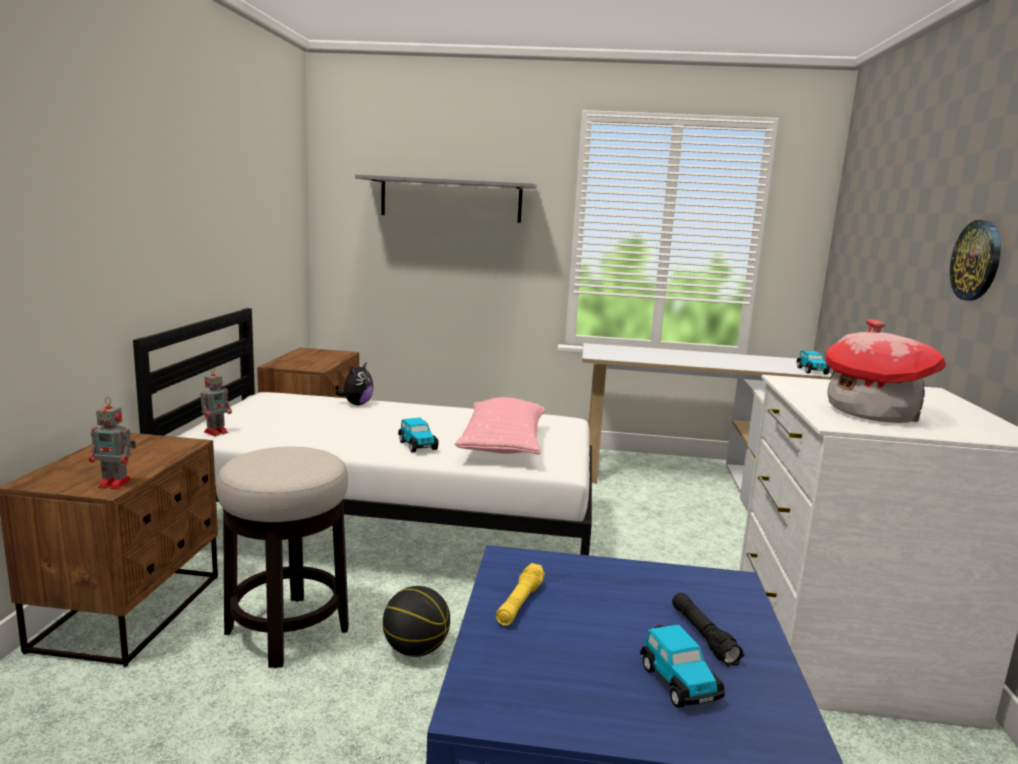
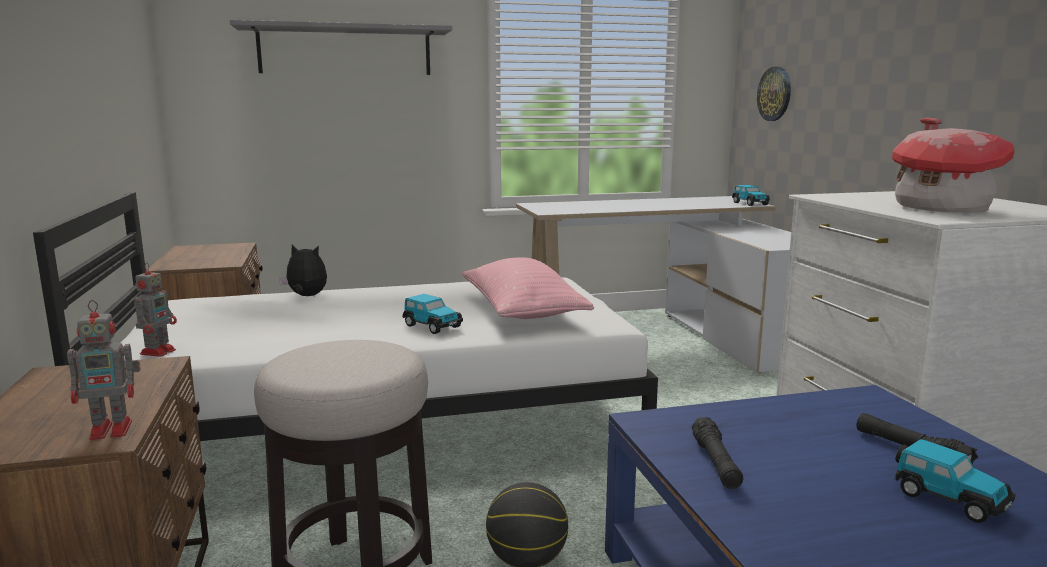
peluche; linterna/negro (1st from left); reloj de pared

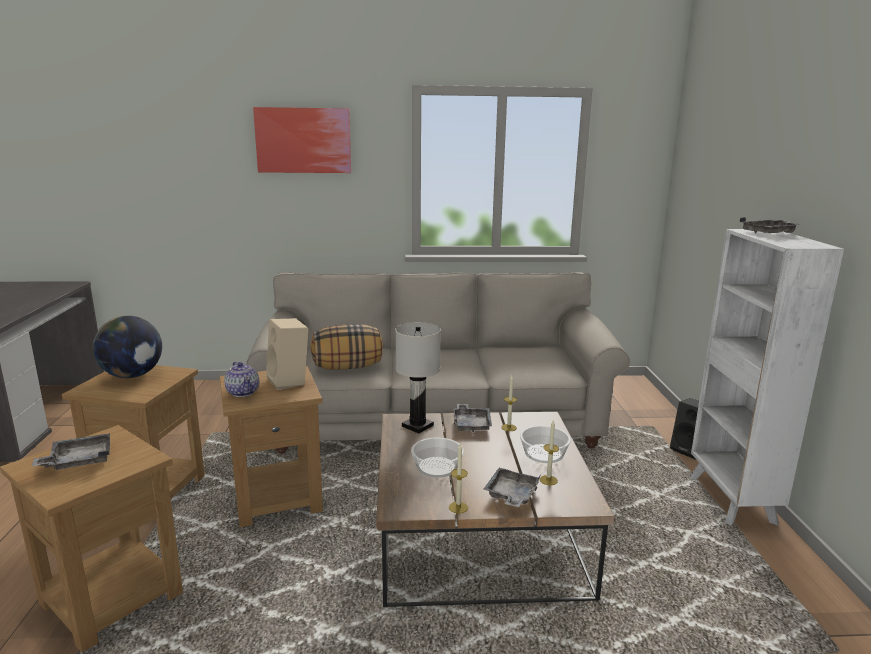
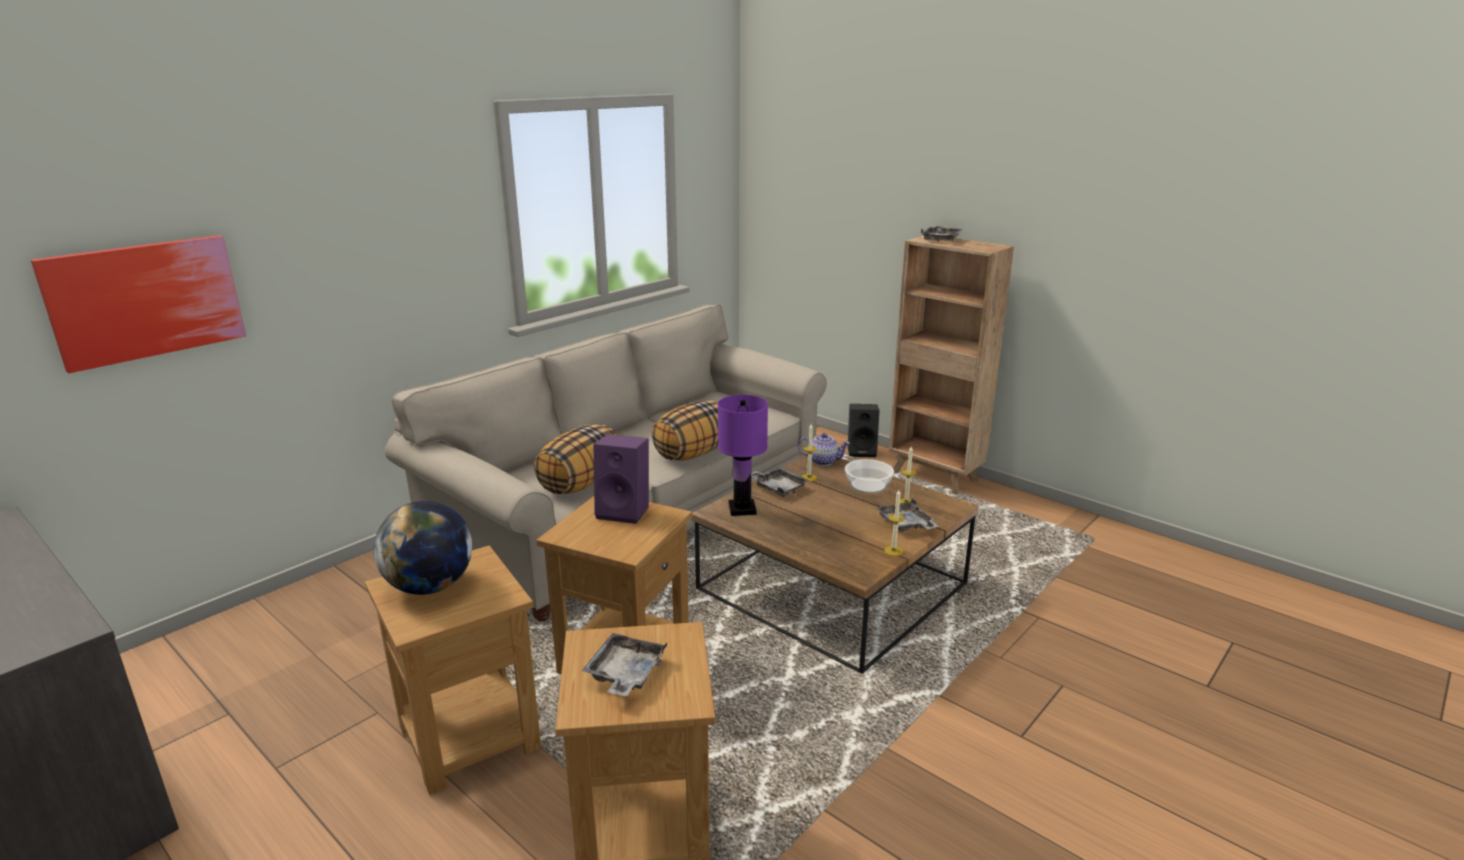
cuadro; altavoz/morado; cojín (2nd from left); lámpara de mesa/morado; tetera; estantería/marrón; cuenco (1st from left in the first image)

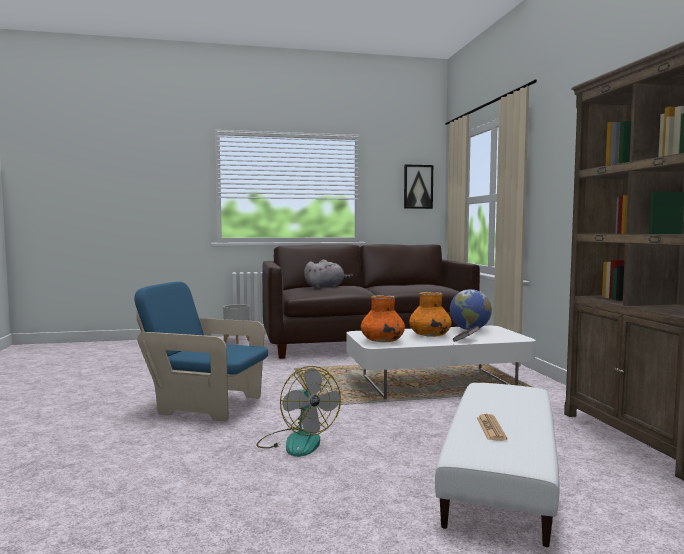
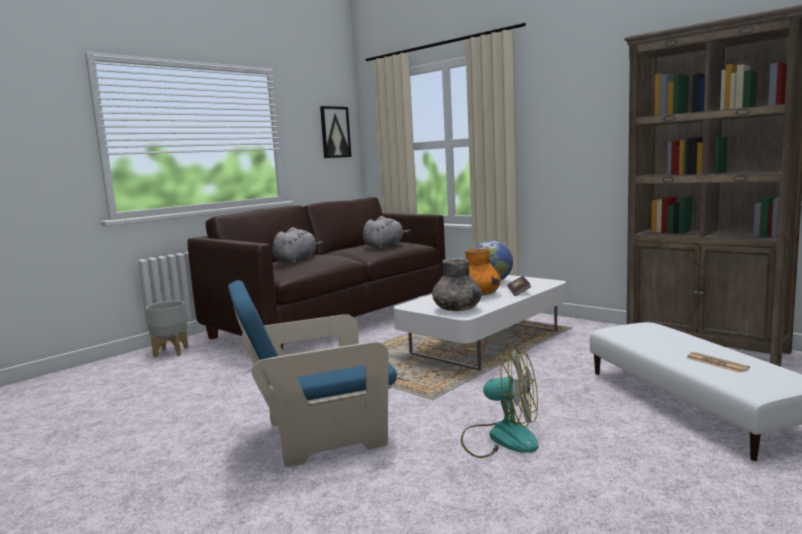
peluche/gris (2nd from left); florero/gris

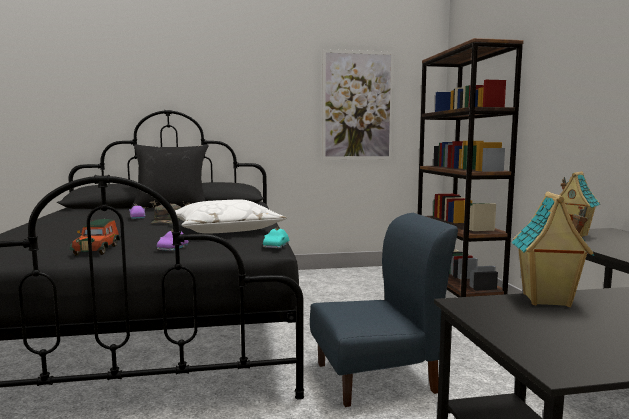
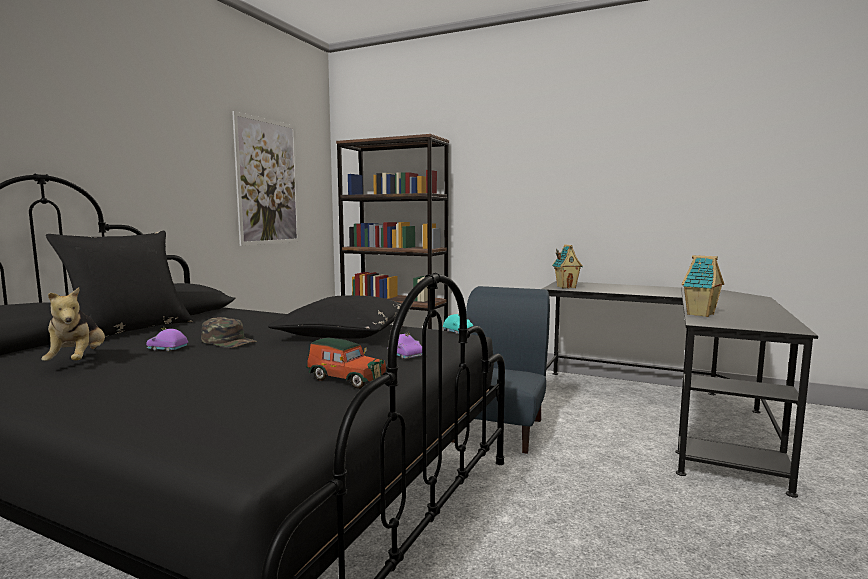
peluche; cojín/negro (2nd from left)

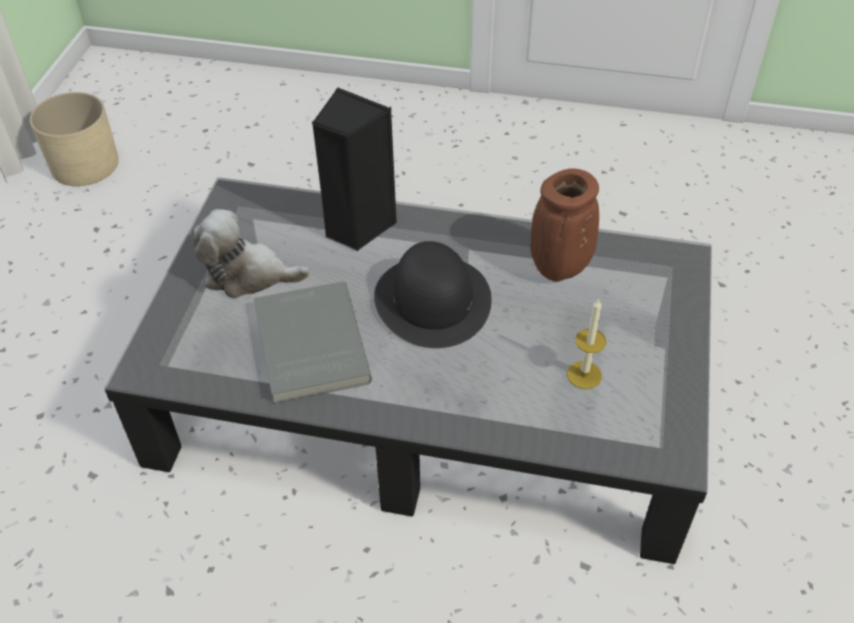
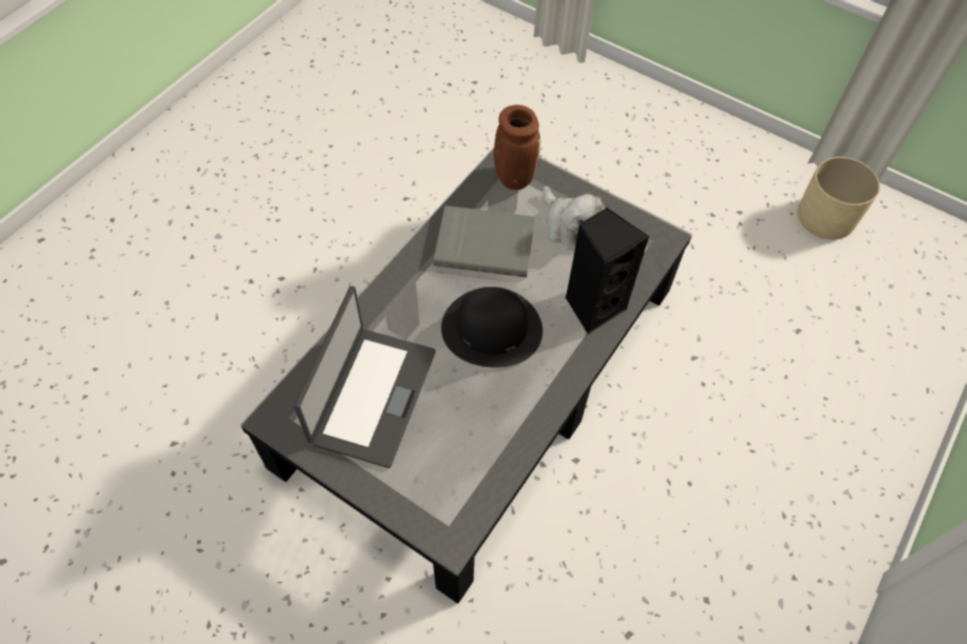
portátil; florero/marrón; peluche

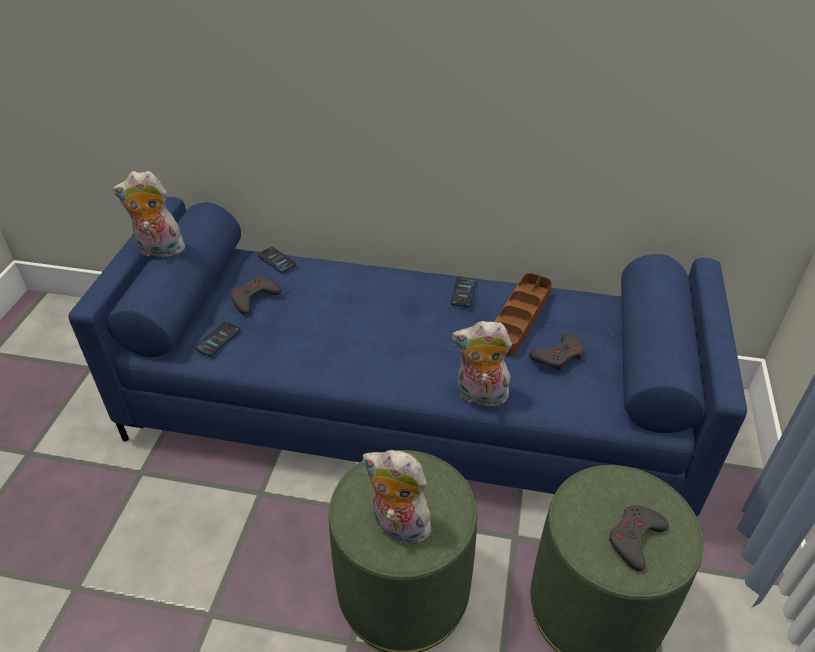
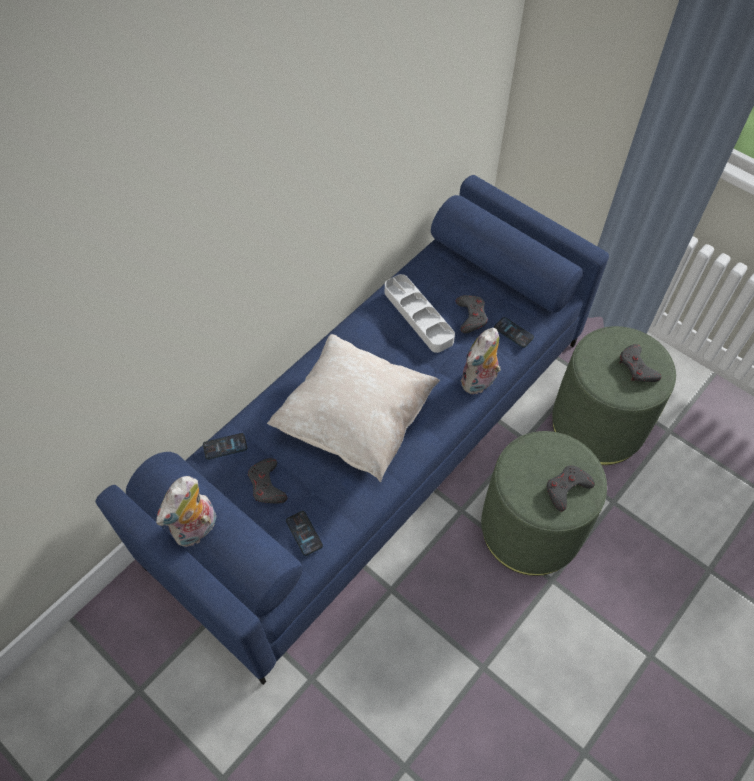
cojín/beis; bandeja/gris; móvil (3rd from left); mando de consola/gris (3rd from left)

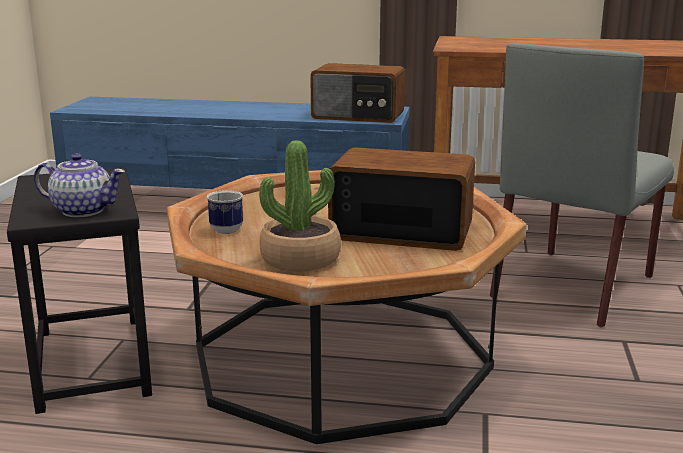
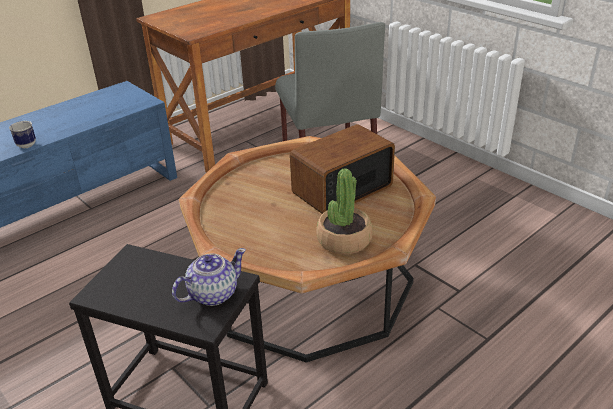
taza grande; radio (1st from left in the first image)

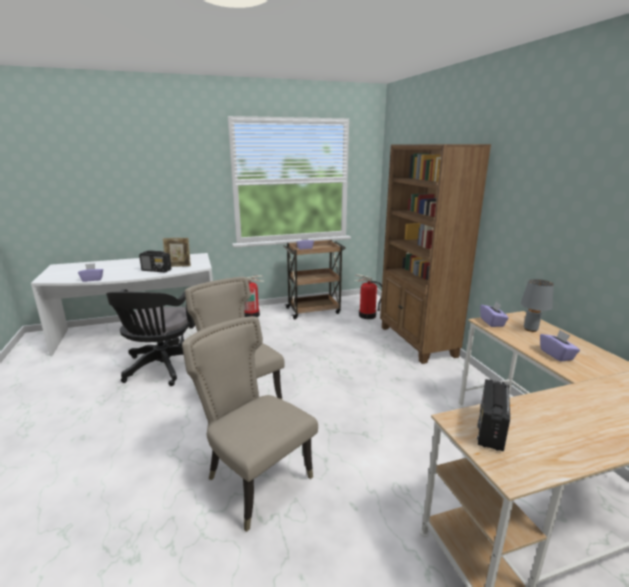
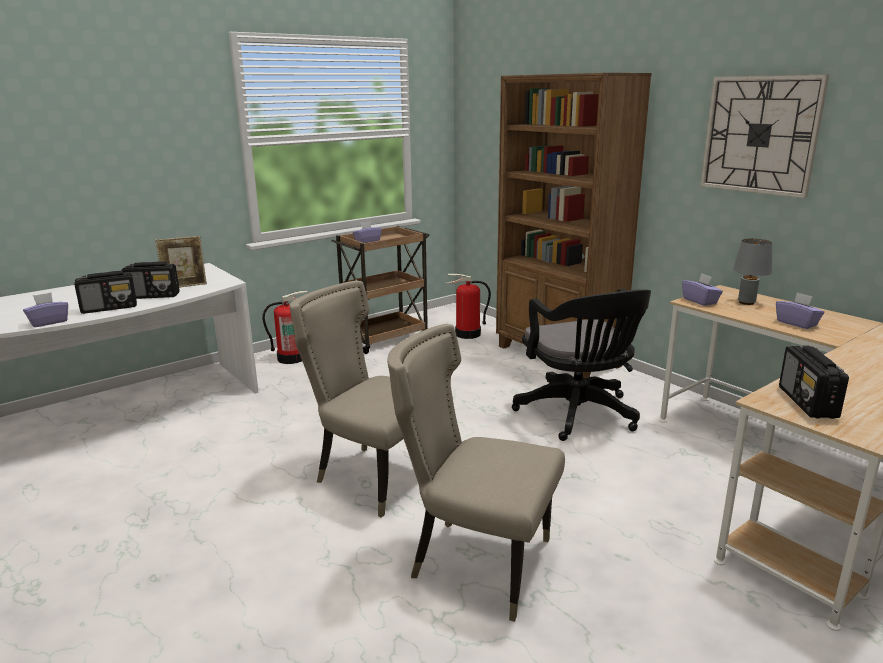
radio (1st from left); silla de oficina/negro; reloj de pared

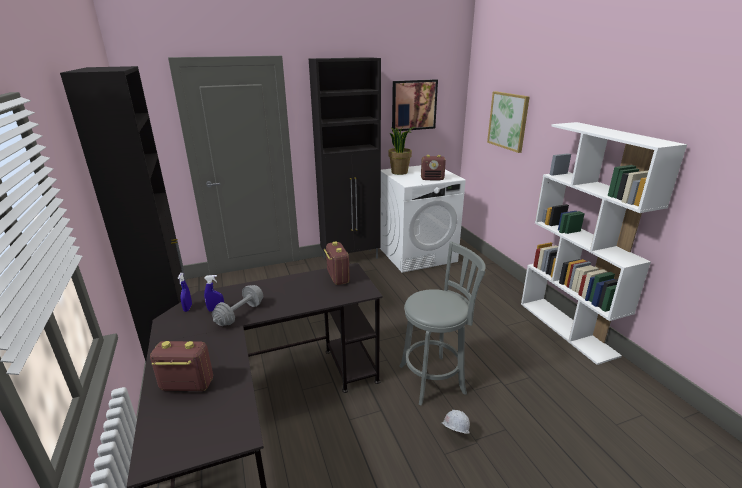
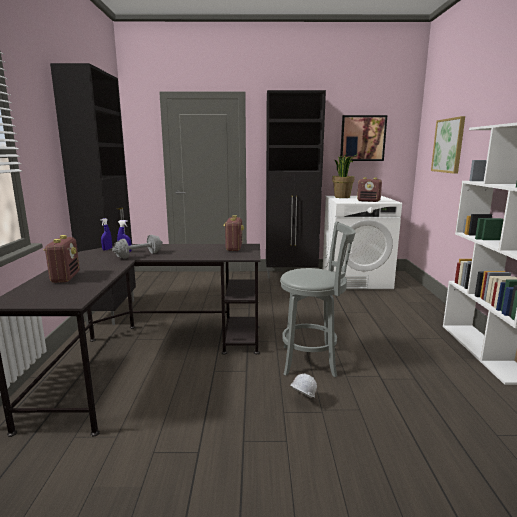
radio (1st from left)

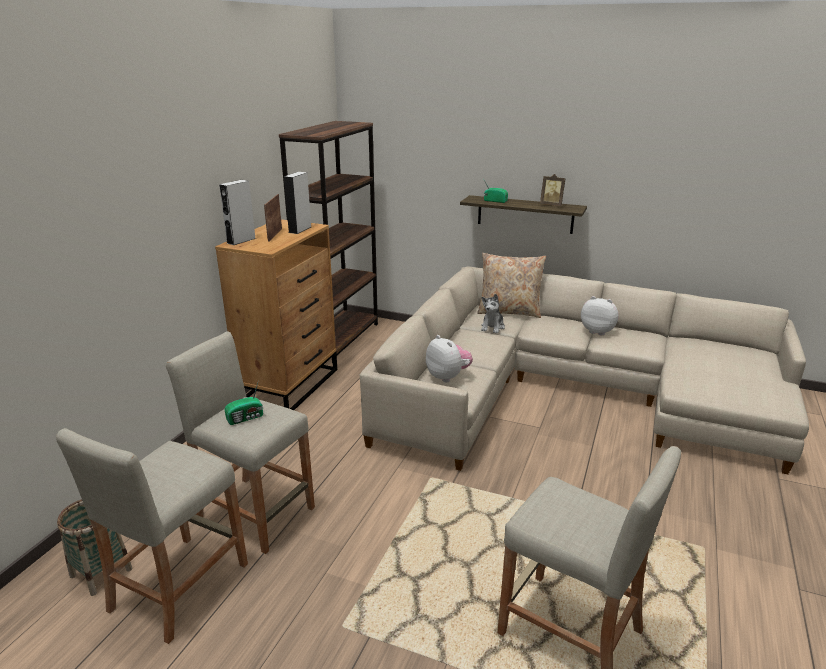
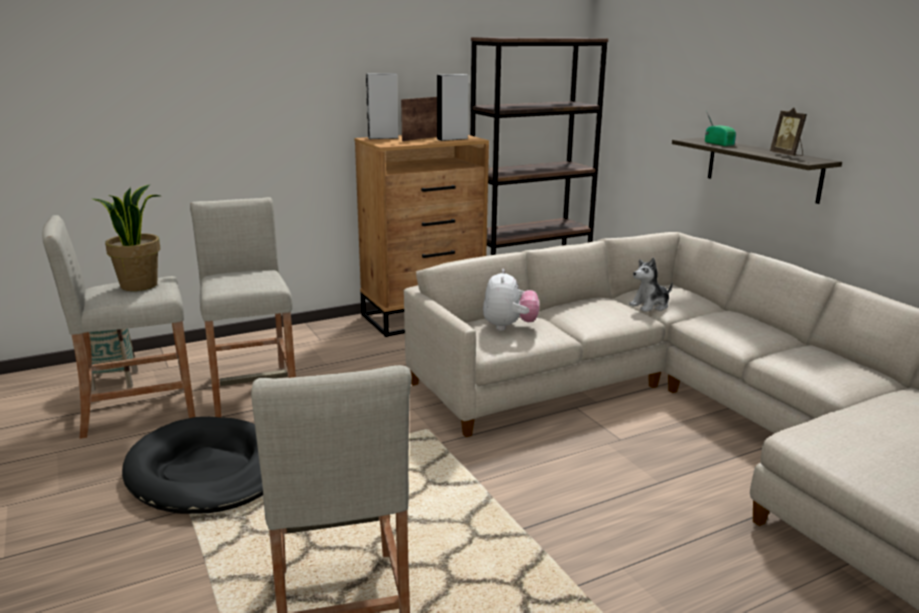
planta en maceta; cama para perro/negro; radio (1st from left in the first image); cojín/beis; peluche (3rd from left in the first image)

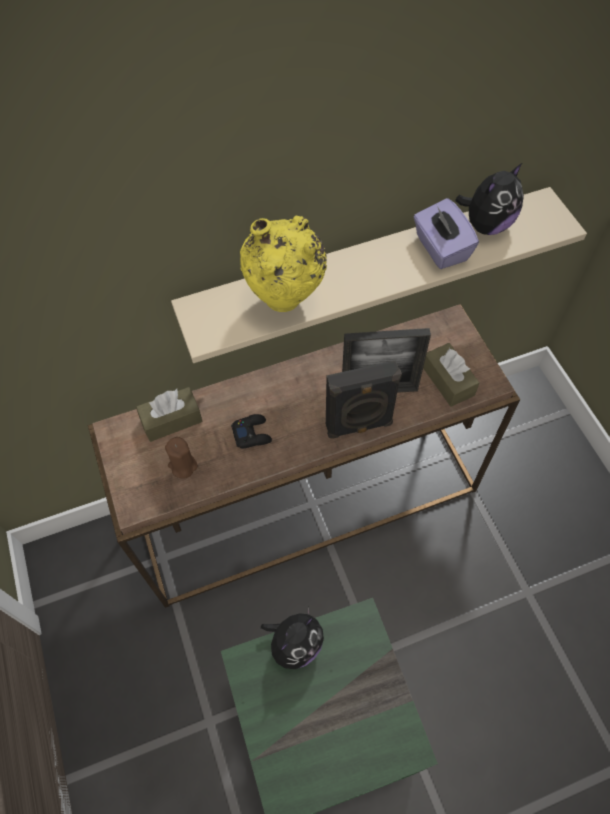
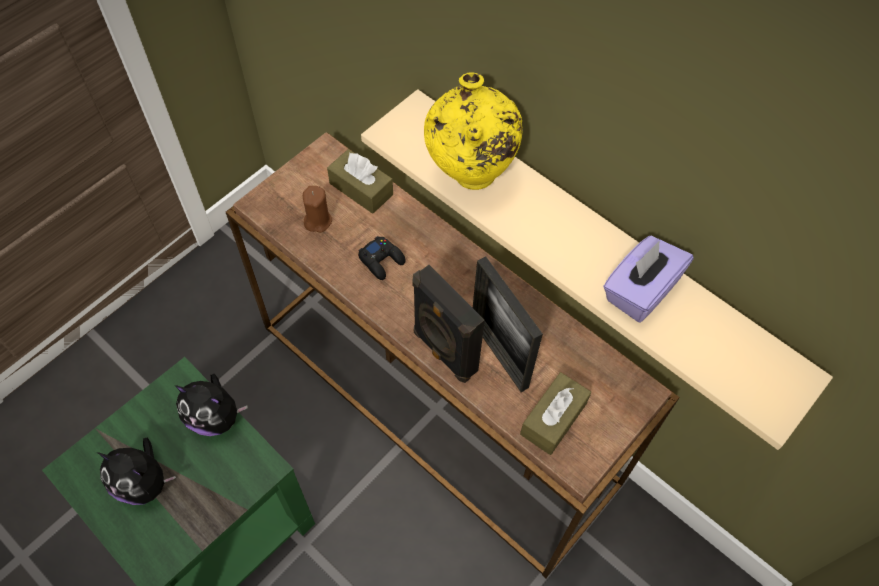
peluche (1st from left)

